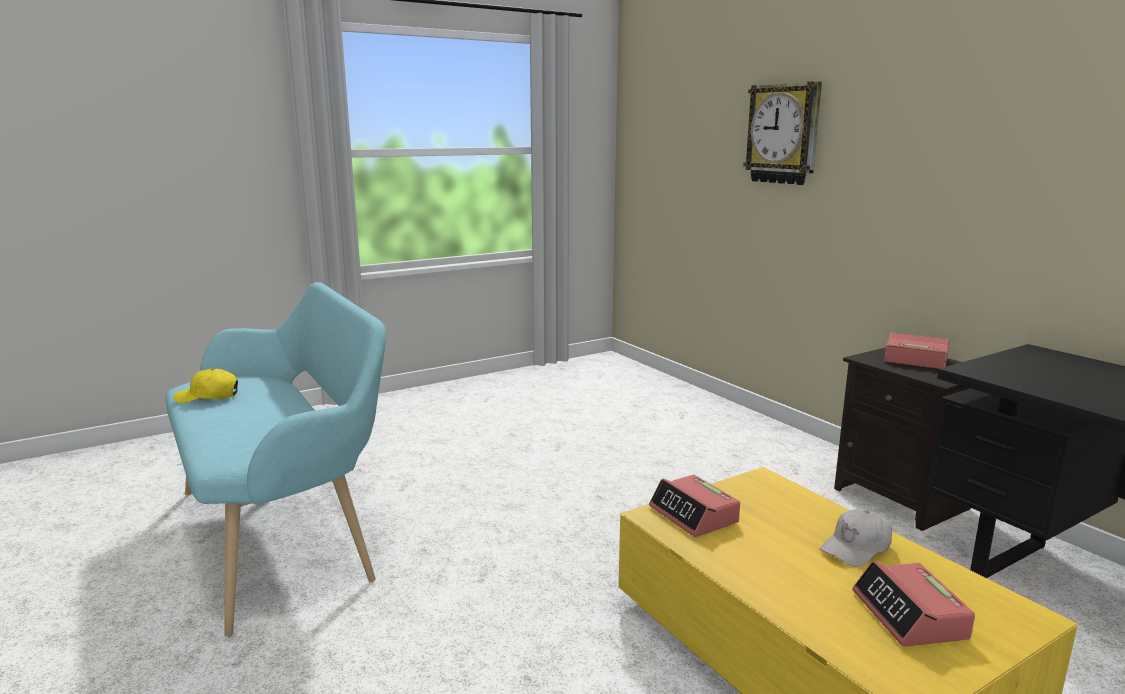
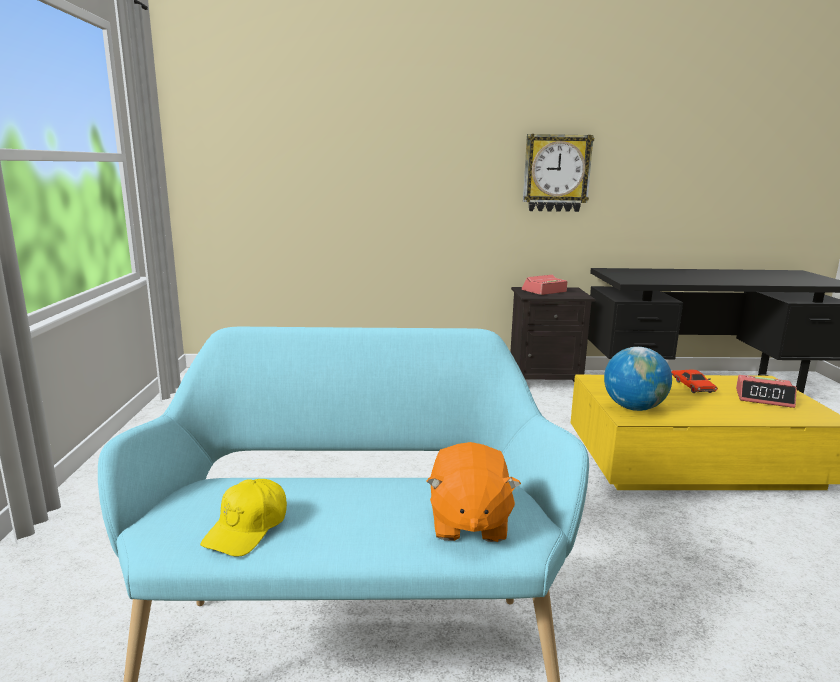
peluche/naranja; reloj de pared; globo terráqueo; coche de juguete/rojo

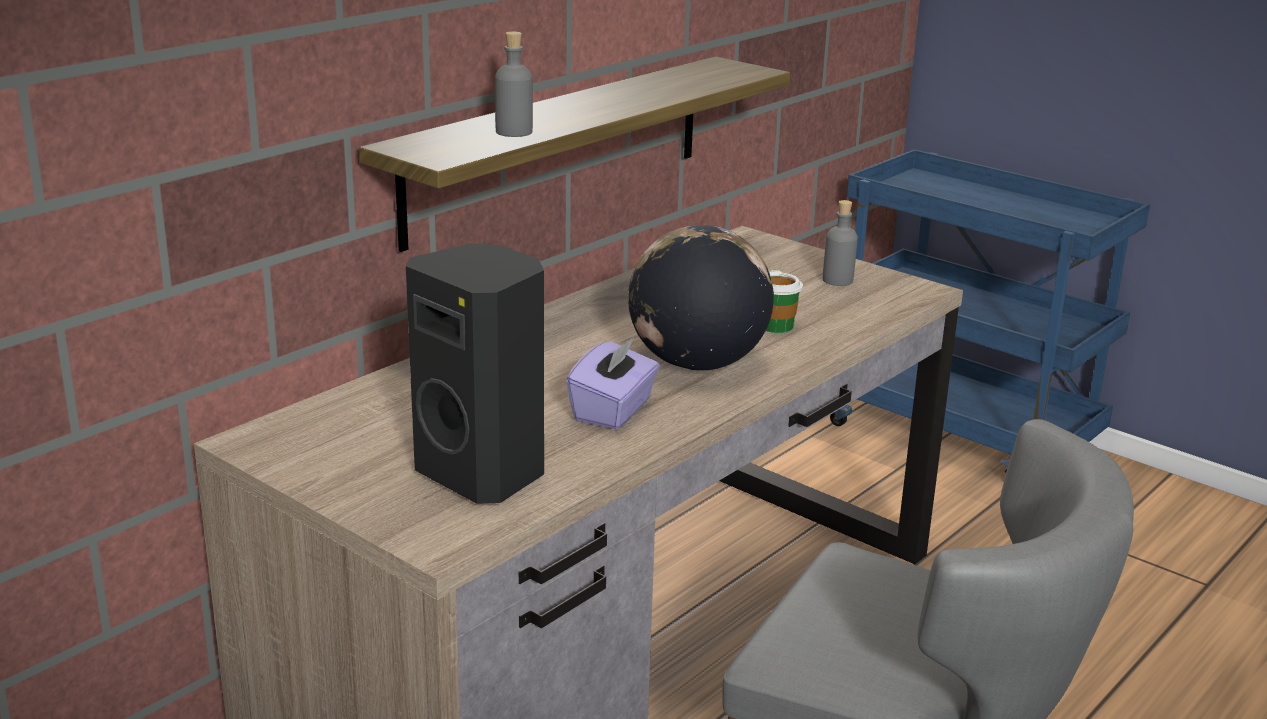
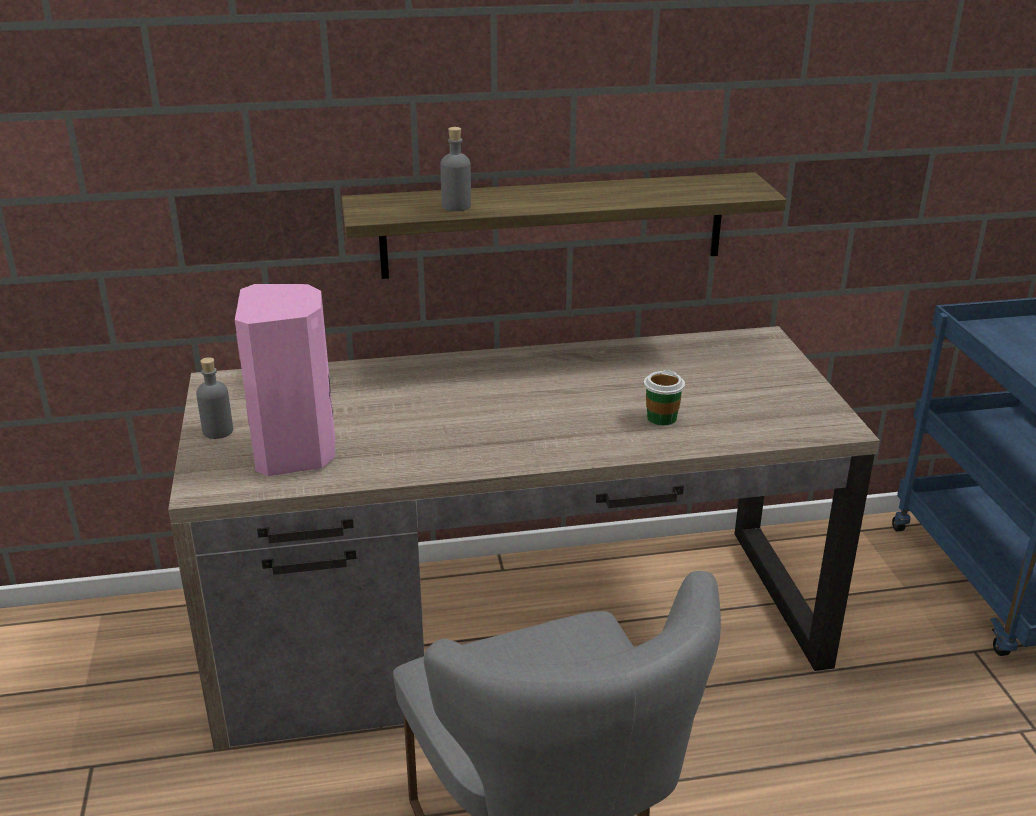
botella/gris (1st from left); altavoz/rosa; caja de pañuelos/morado; globo terráqueo

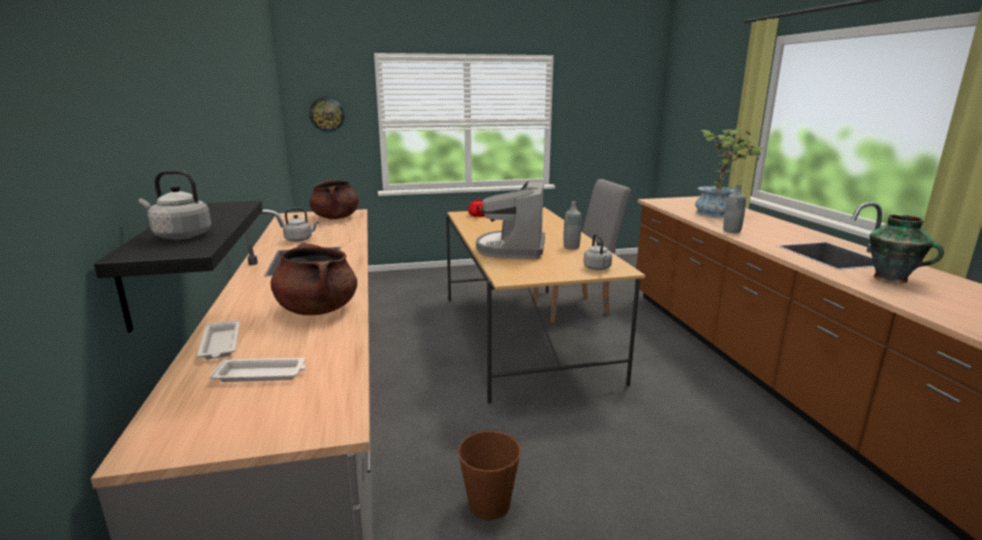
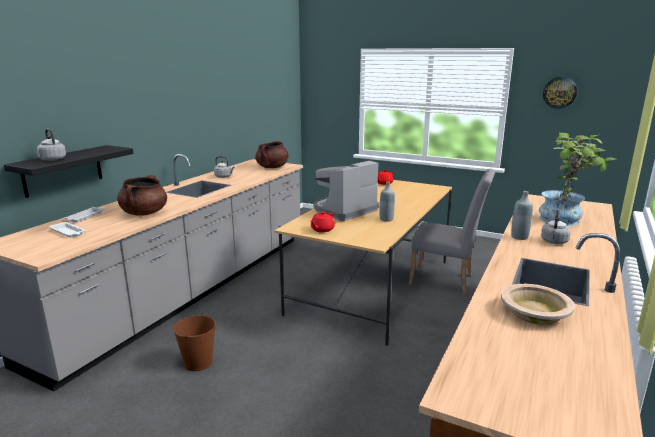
tetera/rojo (1st from left); cuenco/beis; hervidor/gris (3rd from left); reloj de pared

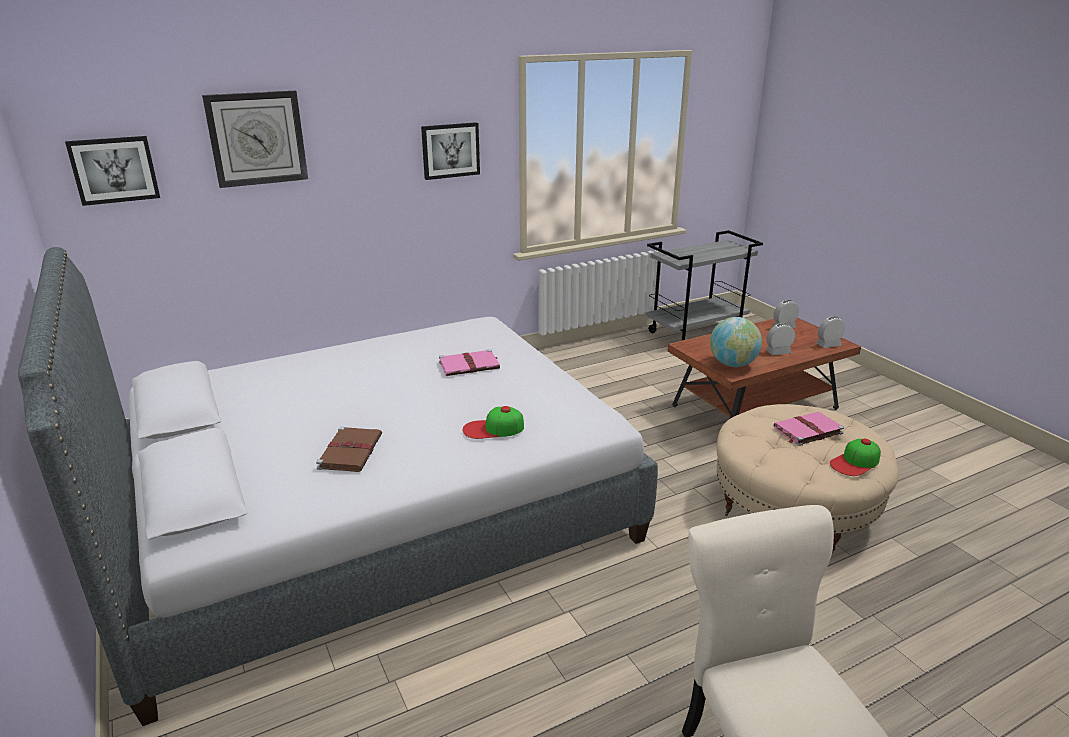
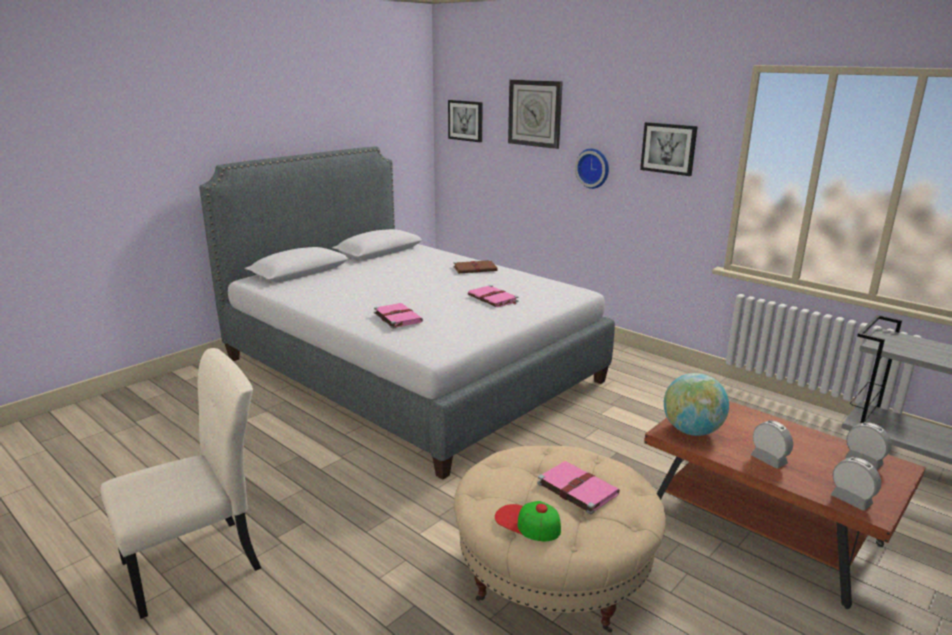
libro/rosa (1st from left); libro/marrón; reloj de pared (2nd from left)

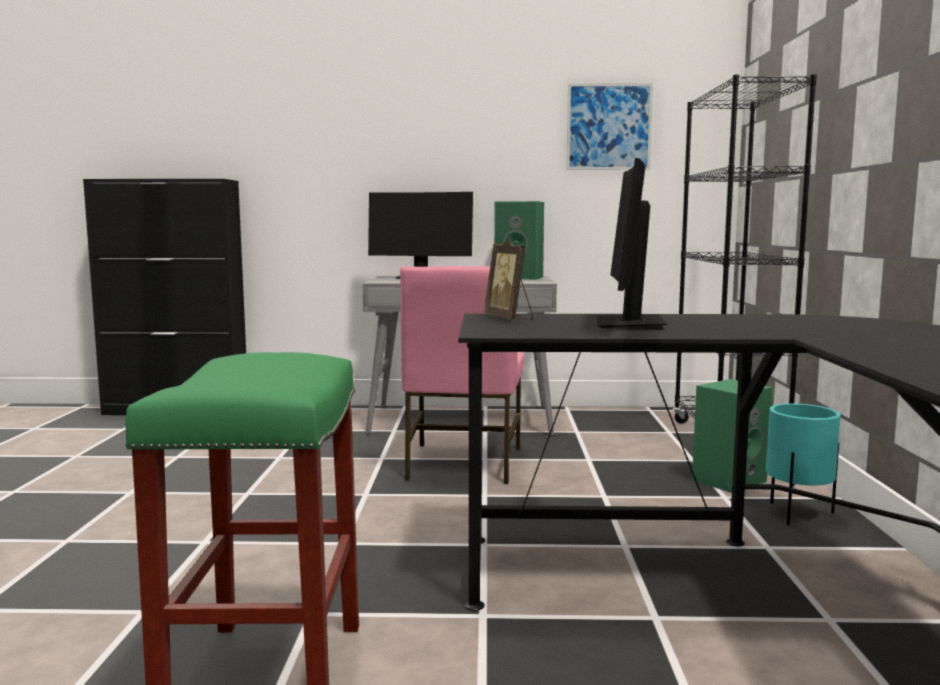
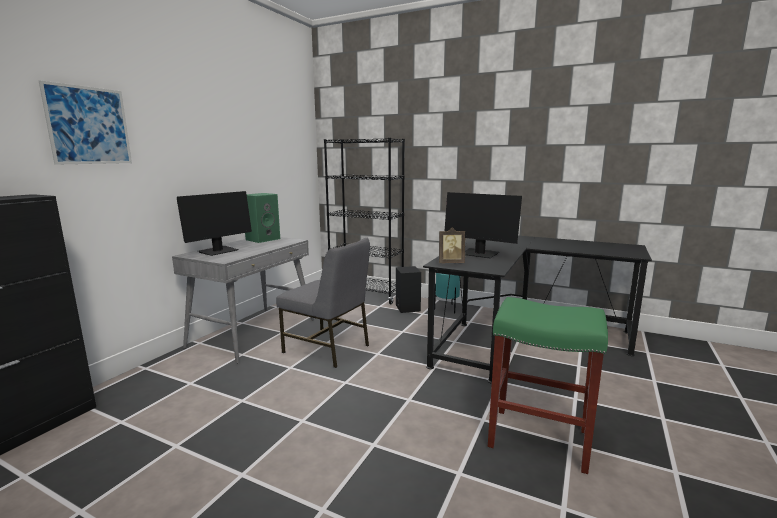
cuadro; silla/gris; altavoz/negro

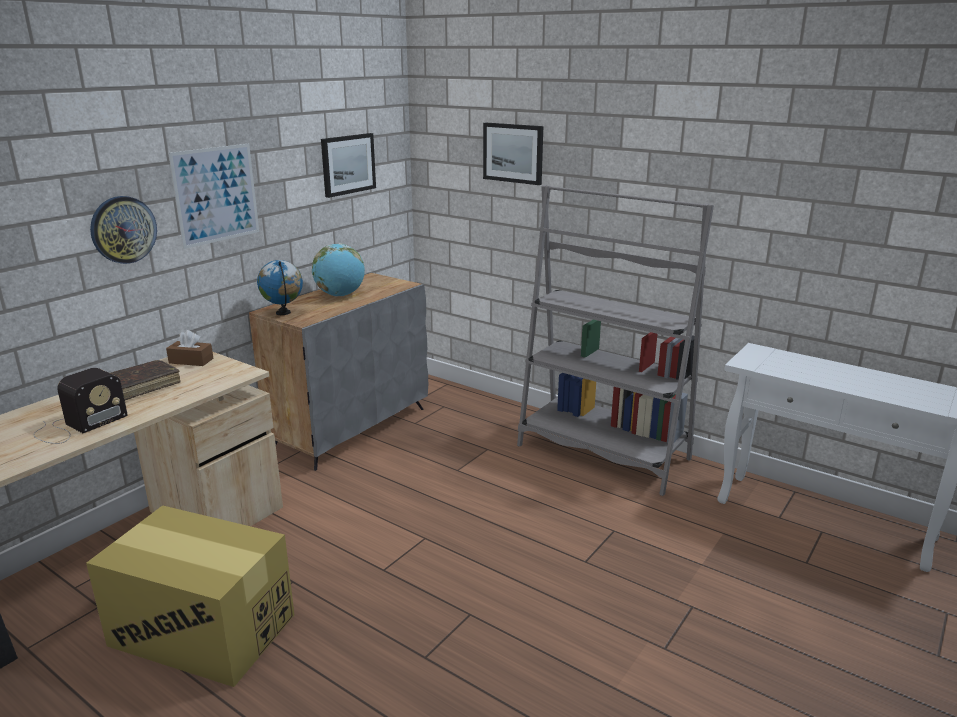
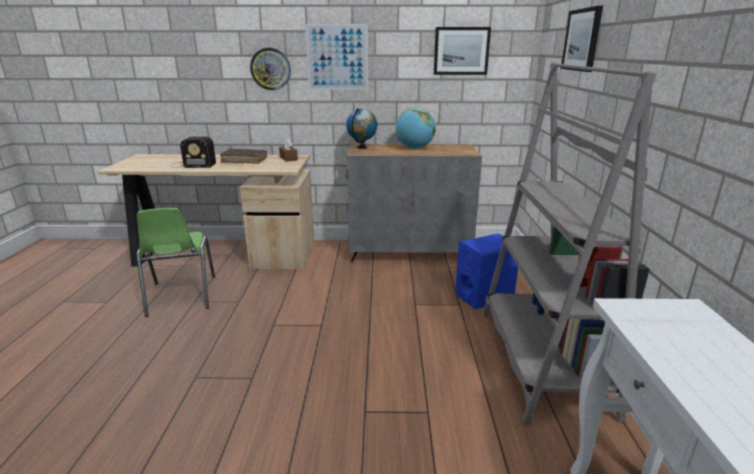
silla/verde; altavoz/azul

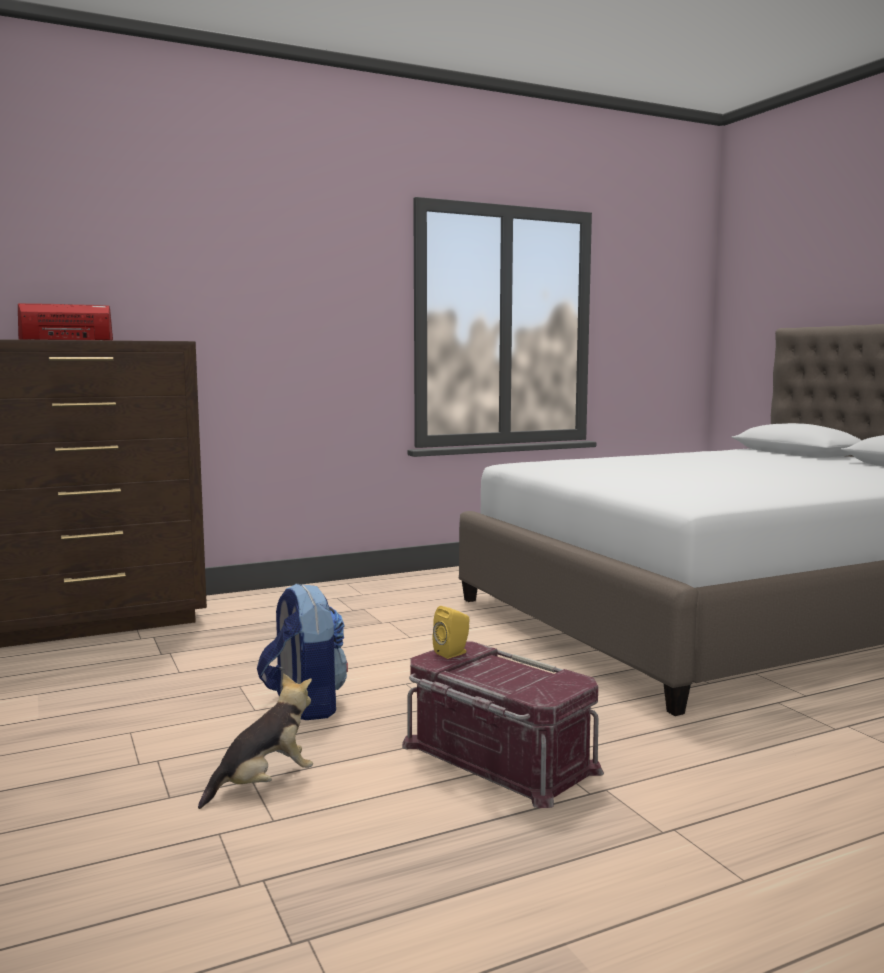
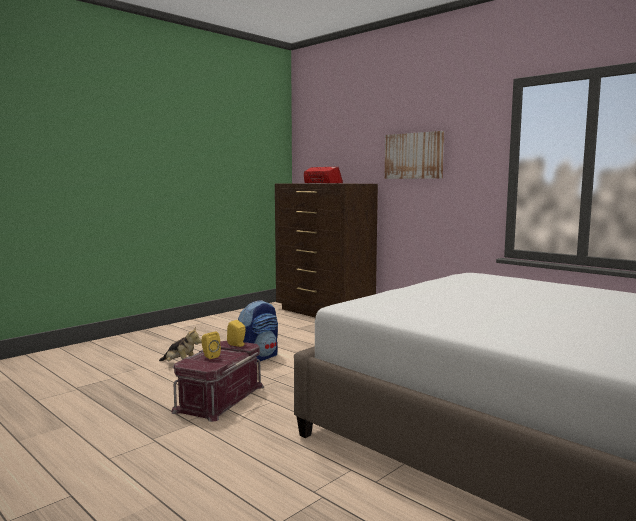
altavoz/amarillo (1st from left); cuadro

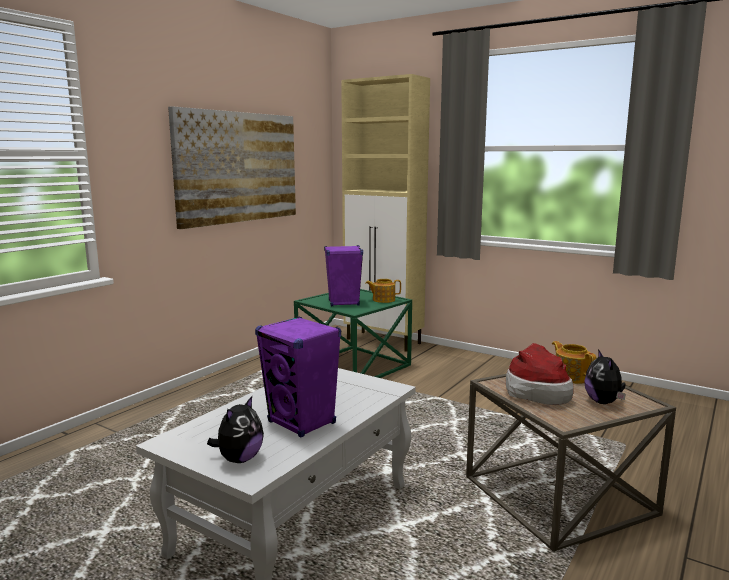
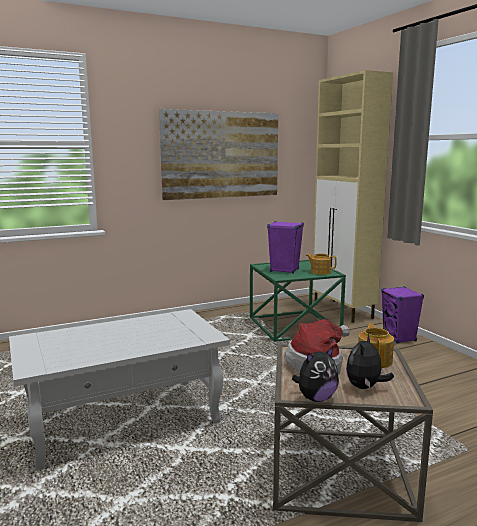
peluche (1st from left); altavoz/morado (2nd from left)

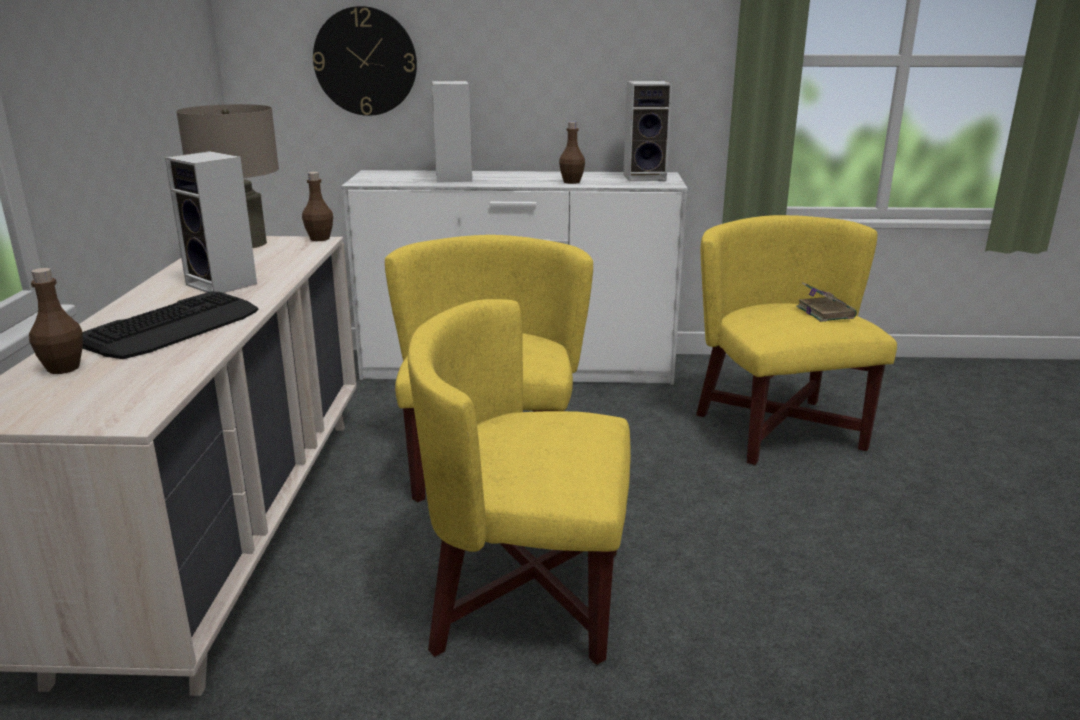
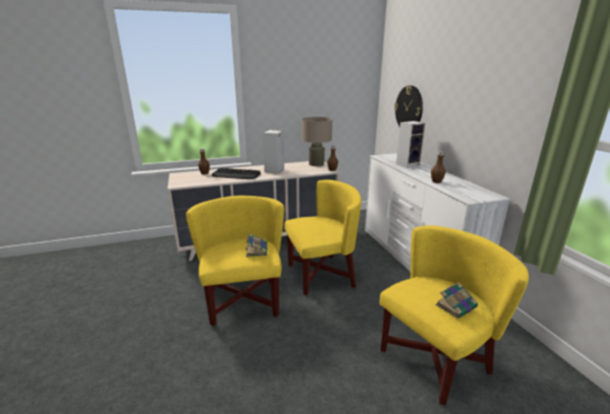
libro (1st from left); altavoz (3rd from left in the first image)

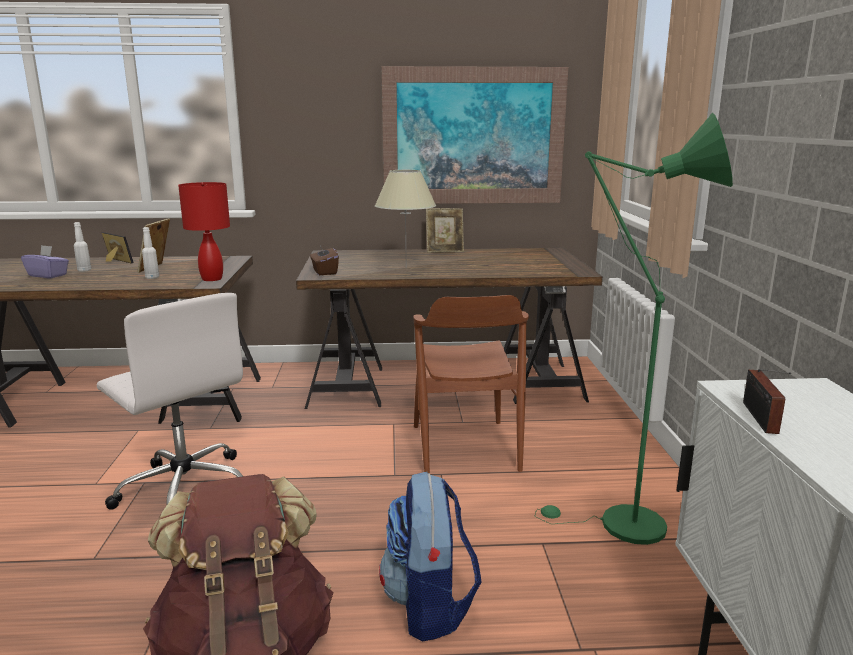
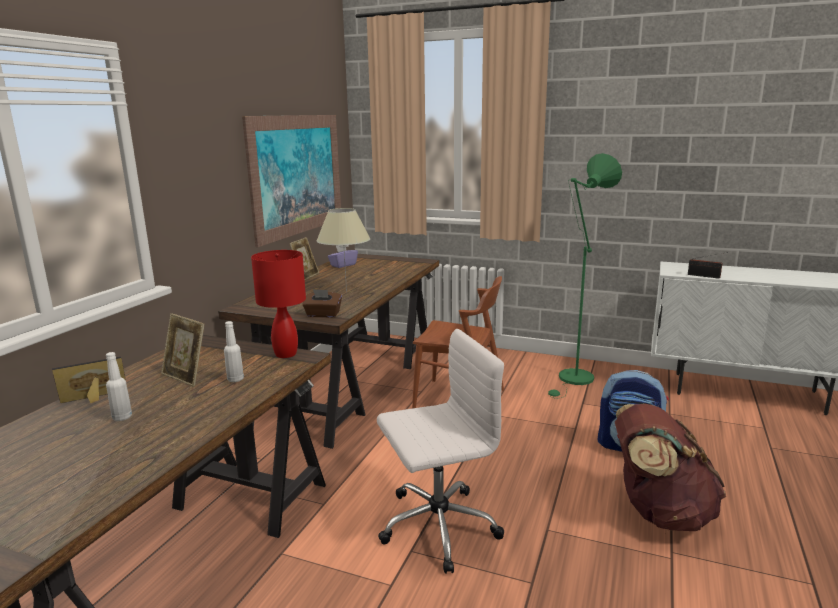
caja de pañuelos/morado

